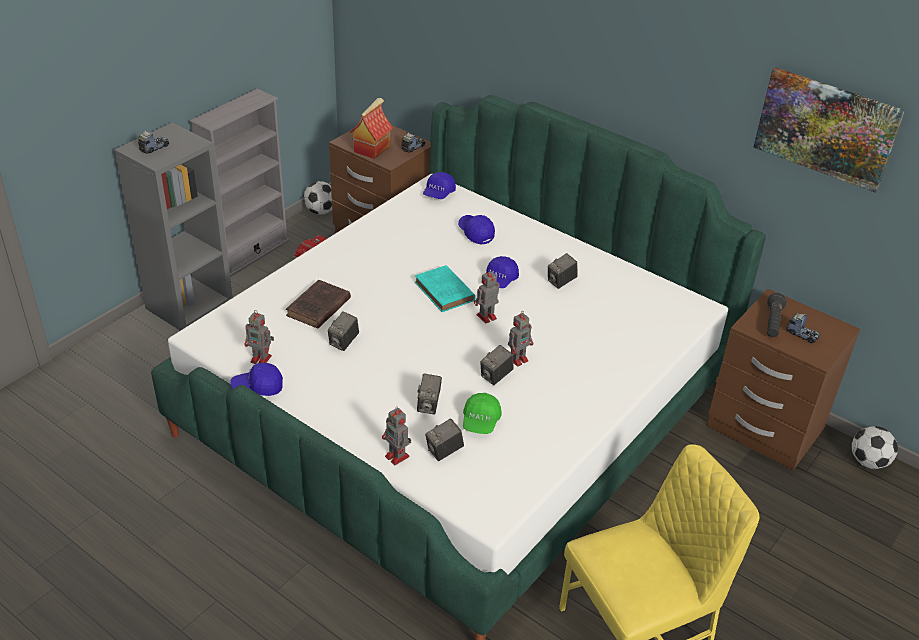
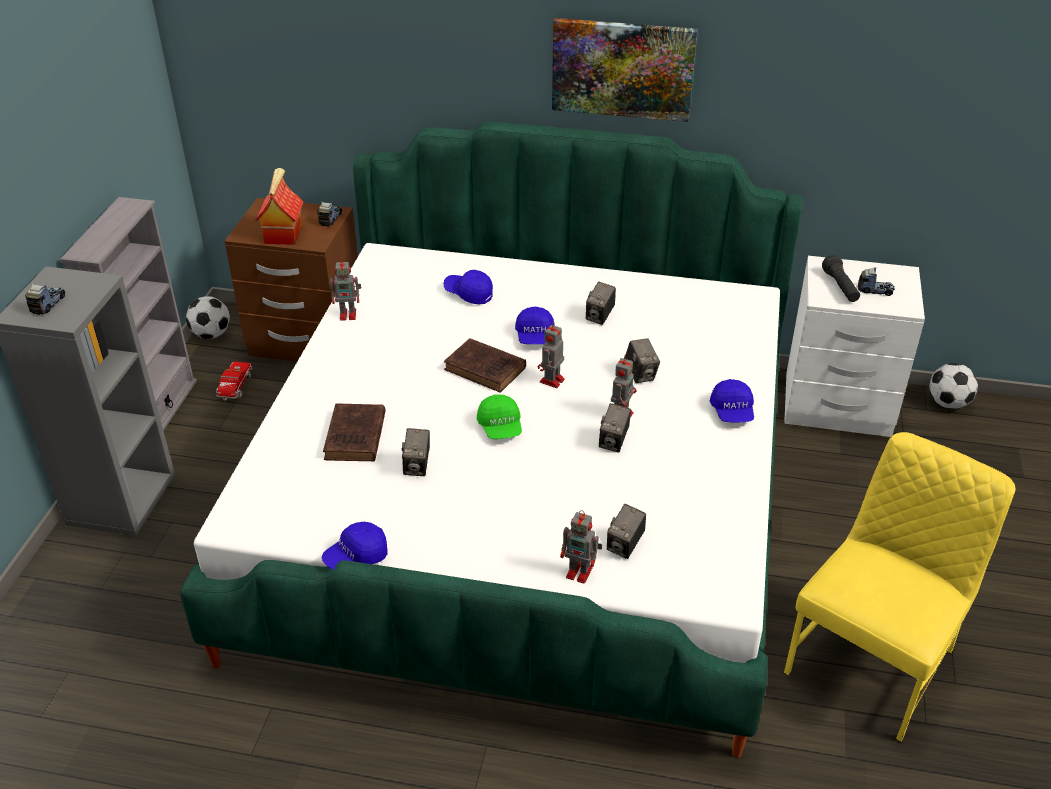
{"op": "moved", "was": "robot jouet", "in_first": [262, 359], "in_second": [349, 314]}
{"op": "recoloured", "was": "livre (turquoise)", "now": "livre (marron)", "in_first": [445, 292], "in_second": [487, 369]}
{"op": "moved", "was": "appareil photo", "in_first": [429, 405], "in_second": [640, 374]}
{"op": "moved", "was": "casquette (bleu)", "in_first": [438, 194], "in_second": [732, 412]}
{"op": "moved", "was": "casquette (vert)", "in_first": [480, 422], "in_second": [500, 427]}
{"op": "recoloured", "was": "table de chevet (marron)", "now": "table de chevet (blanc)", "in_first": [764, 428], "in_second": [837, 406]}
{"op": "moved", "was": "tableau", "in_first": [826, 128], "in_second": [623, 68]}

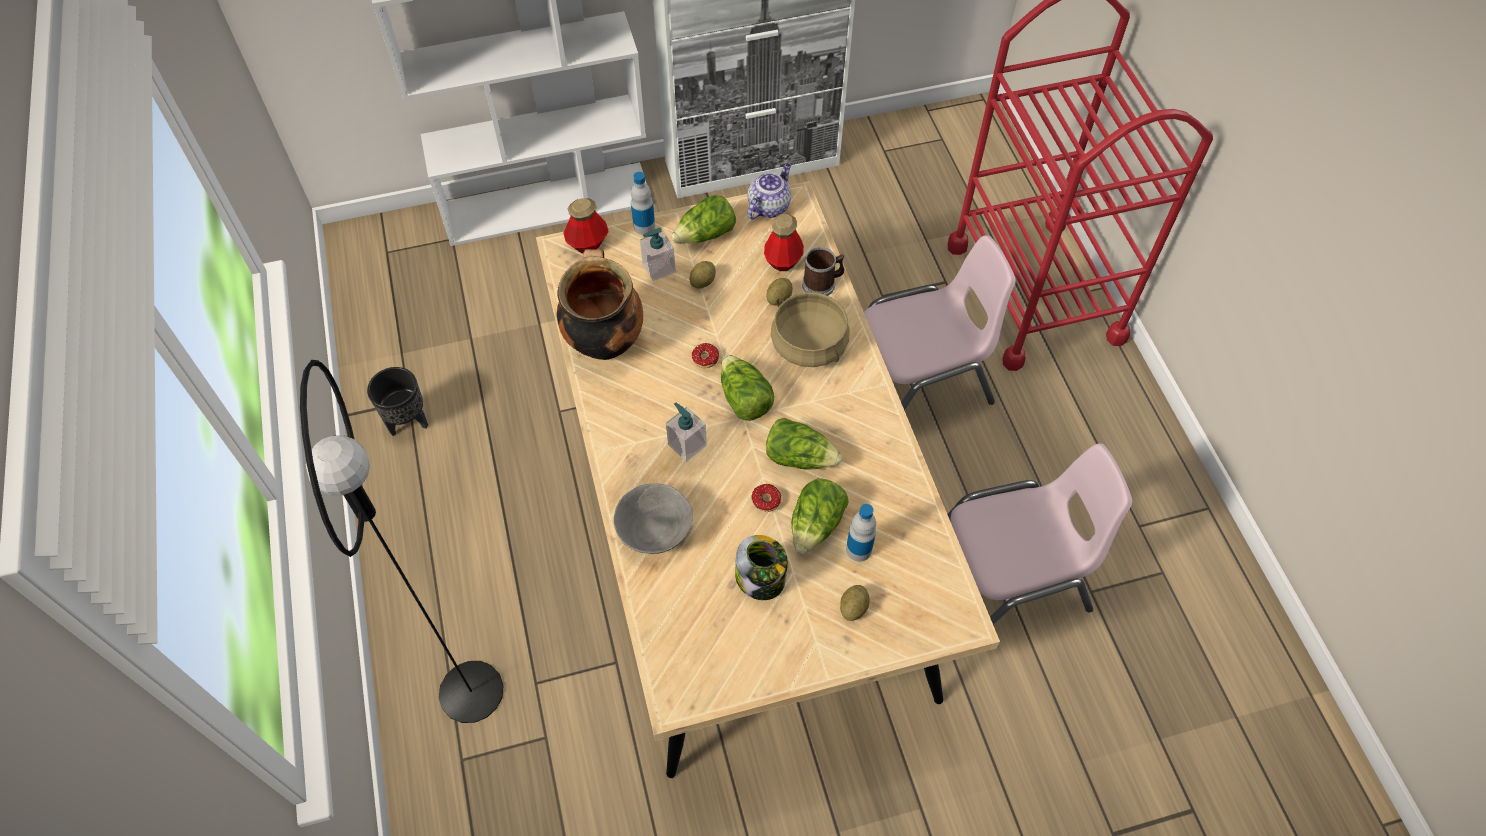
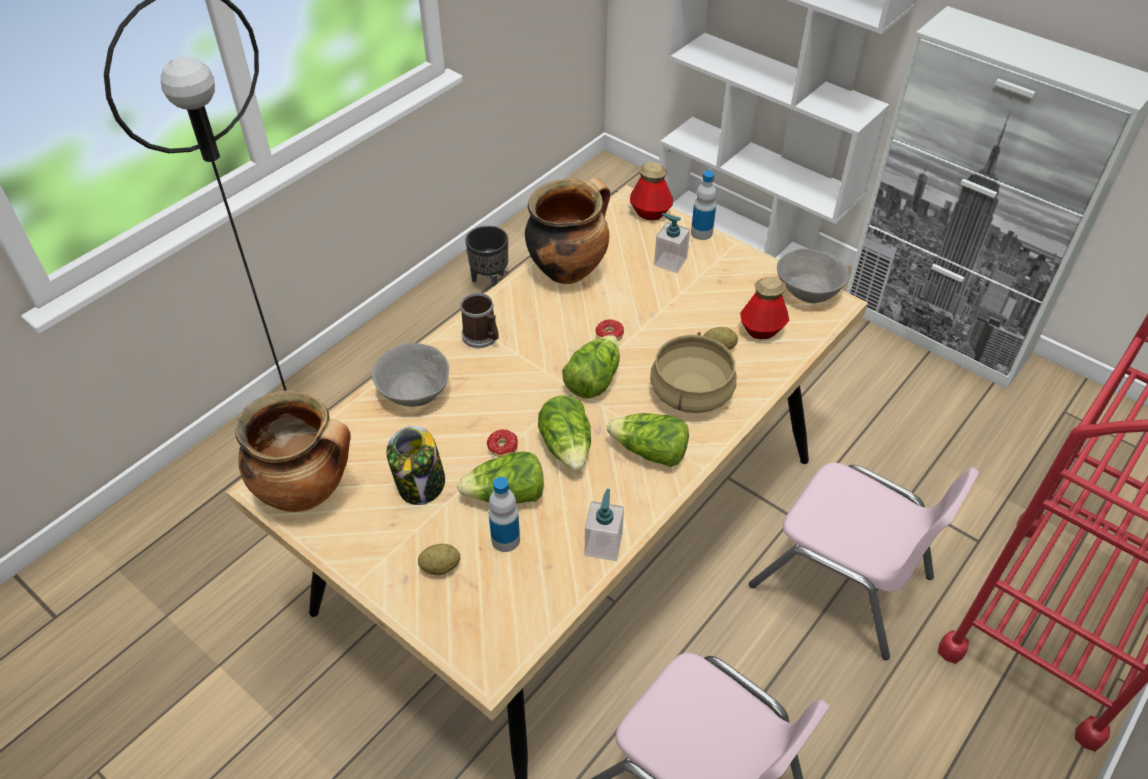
{"op": "moved", "was": "distributeur de savon", "in_first": [687, 445], "in_second": [603, 544]}
{"op": "moved", "was": "laitue", "in_first": [705, 235], "in_second": [650, 452]}
{"op": "removed", "was": "pomme de terre", "in_first": [702, 282]}
{"op": "replaced", "was": "théière", "now": "bol (gris)", "in_first": [769, 206], "in_second": [808, 291]}
{"op": "moved", "was": "mug", "in_first": [822, 284], "in_second": [482, 337]}
{"op": "added", "now": "marmite", "in_second": [307, 491]}

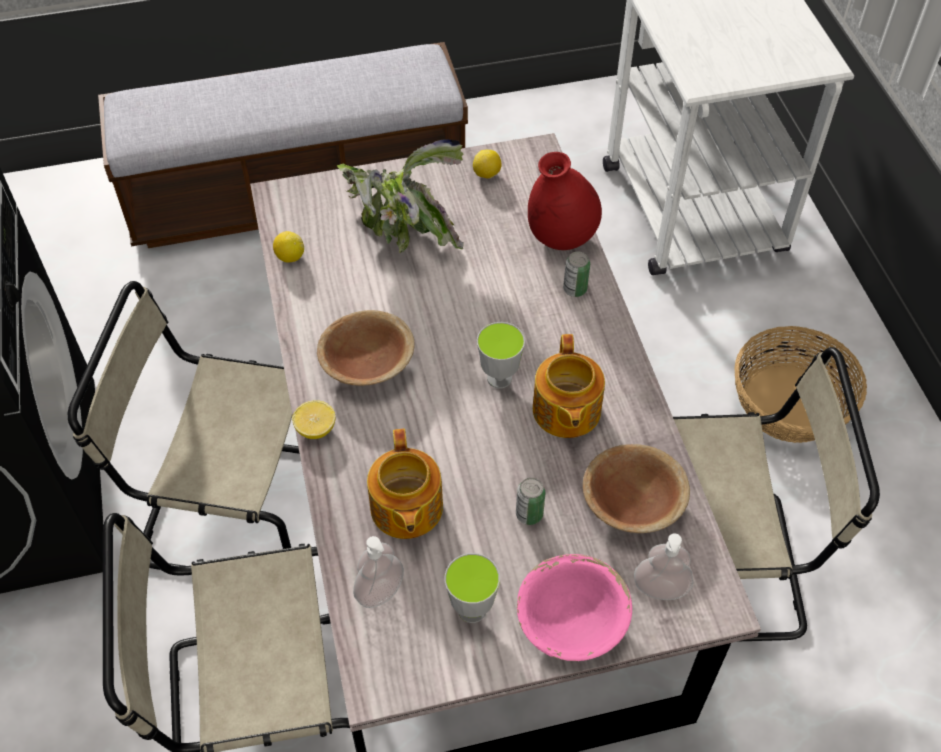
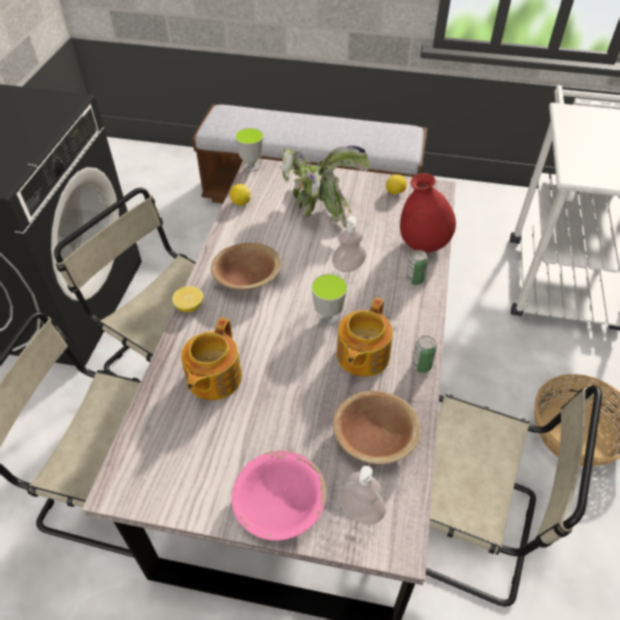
{"op": "moved", "was": "distributeur de savon", "in_first": [380, 590], "in_second": [348, 266]}
{"op": "moved", "was": "tasse", "in_first": [472, 609], "in_second": [251, 167]}
{"op": "moved", "was": "boîte métallique", "in_first": [529, 514], "in_second": [421, 366]}

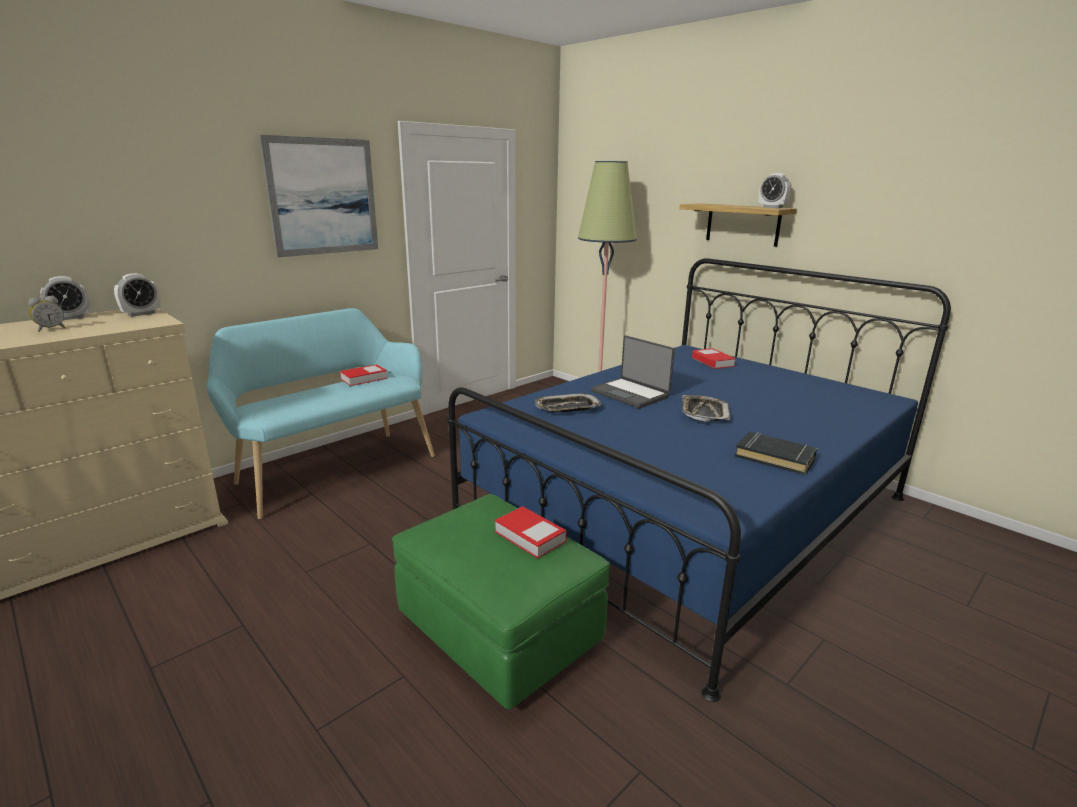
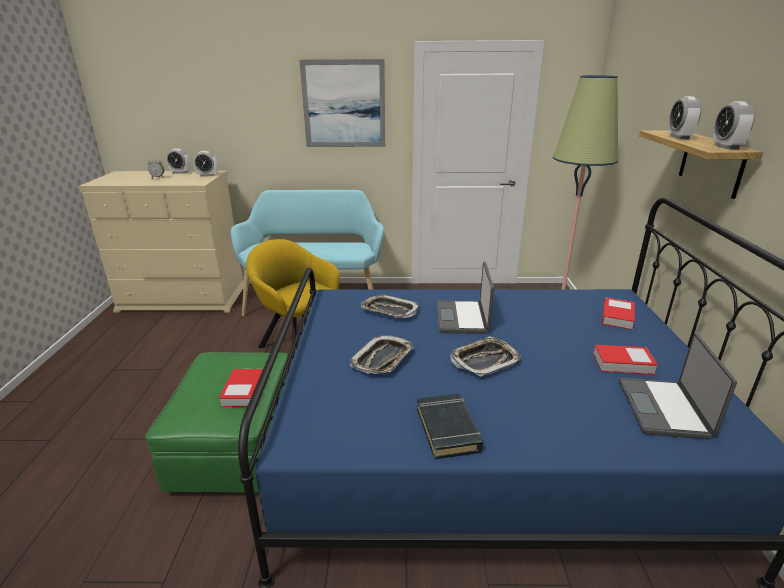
{"op": "moved", "was": "livre", "in_first": [364, 378], "in_second": [623, 363]}
{"op": "added", "now": "fauteuil (jaune)", "in_second": [298, 342]}
{"op": "added", "now": "plateau", "in_second": [382, 359]}
{"op": "added", "now": "ordinateur portable", "in_second": [665, 409]}
{"op": "added", "now": "réveil", "in_second": [679, 137]}

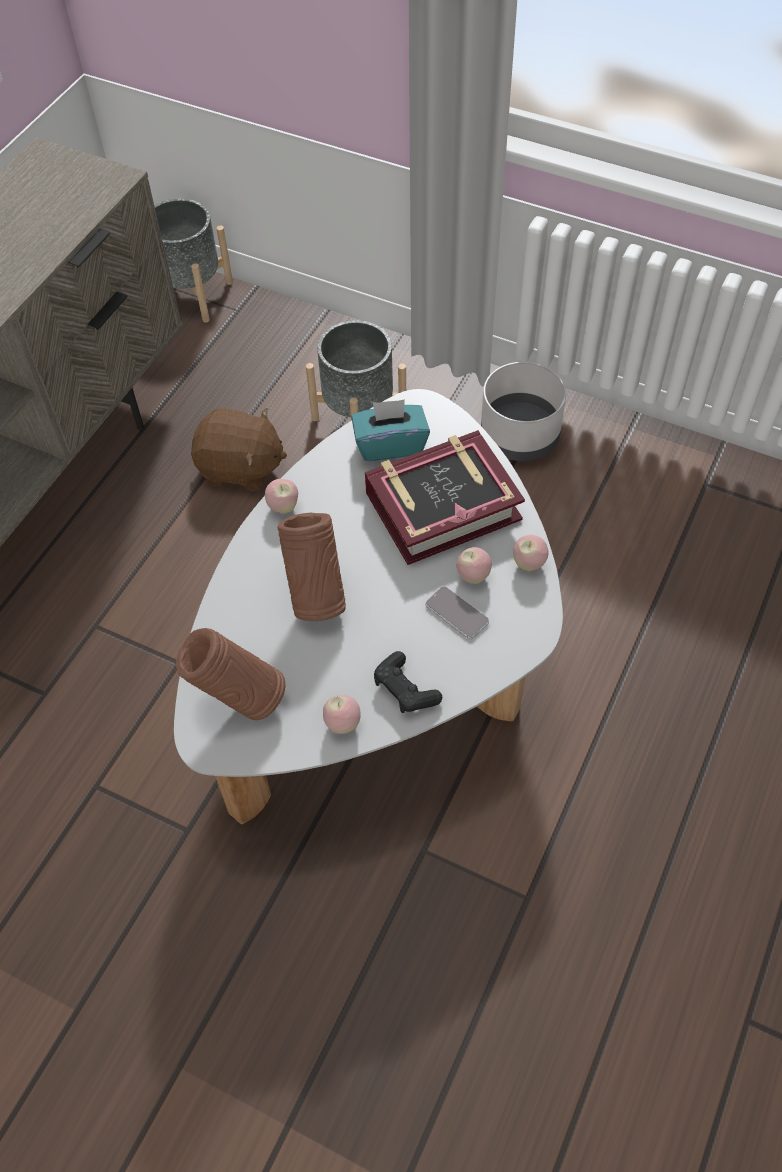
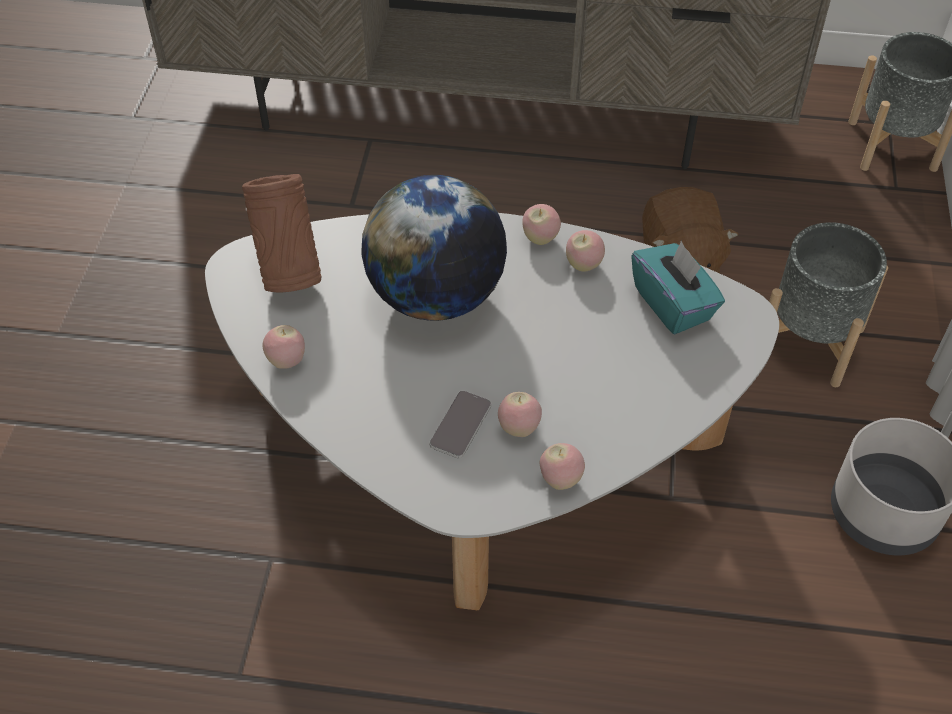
{"op": "replaced", "was": "vase (marron)", "now": "globe", "in_first": [316, 596], "in_second": [436, 297]}
{"op": "removed", "was": "livre", "in_first": [442, 505]}
{"op": "removed", "was": "manette (noir)", "in_first": [405, 689]}
{"op": "added", "now": "pomme", "in_second": [583, 265]}

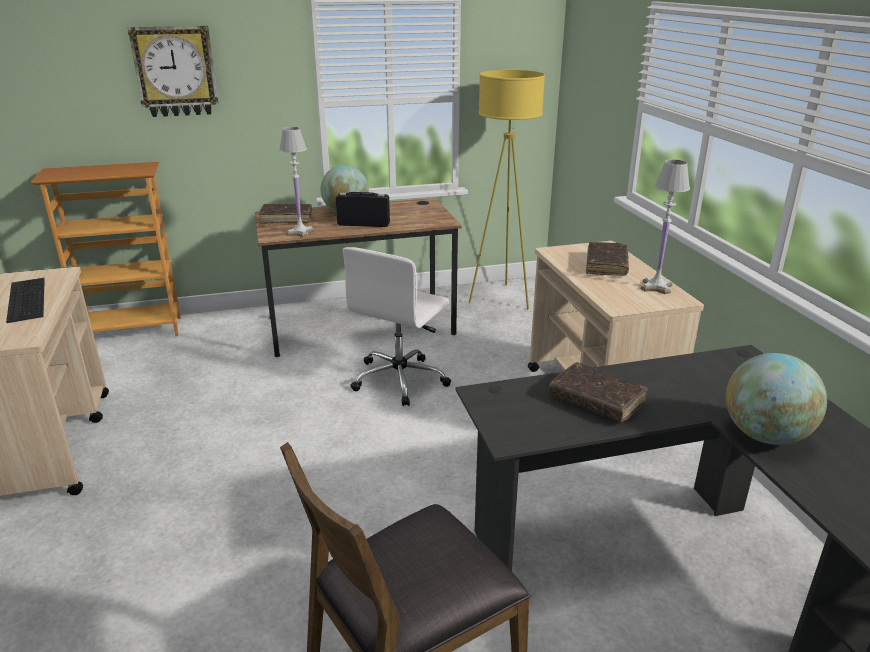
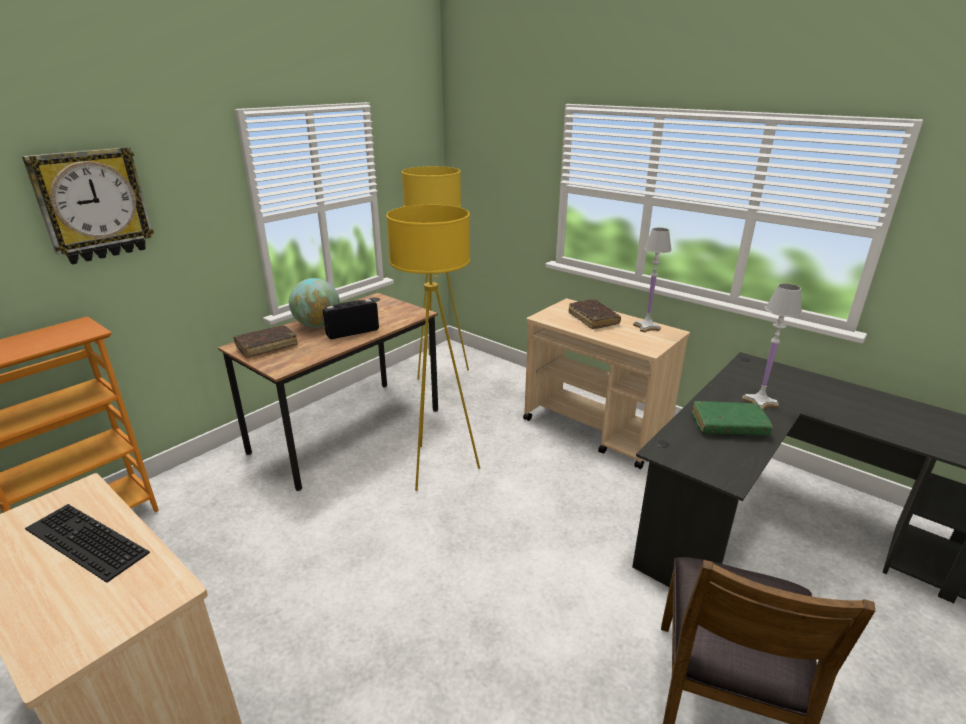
{"op": "moved", "was": "lampe de table (blanc)", "in_first": [300, 232], "in_second": [760, 402]}
{"op": "replaced", "was": "chaise de bureau (blanc)", "now": "lampadaire (jaune)", "in_first": [400, 379], "in_second": [438, 466]}
{"op": "recoloured", "was": "livre (marron)", "now": "livre (vert)", "in_first": [596, 400], "in_second": [729, 425]}
{"op": "removed", "was": "globe", "in_first": [765, 435]}

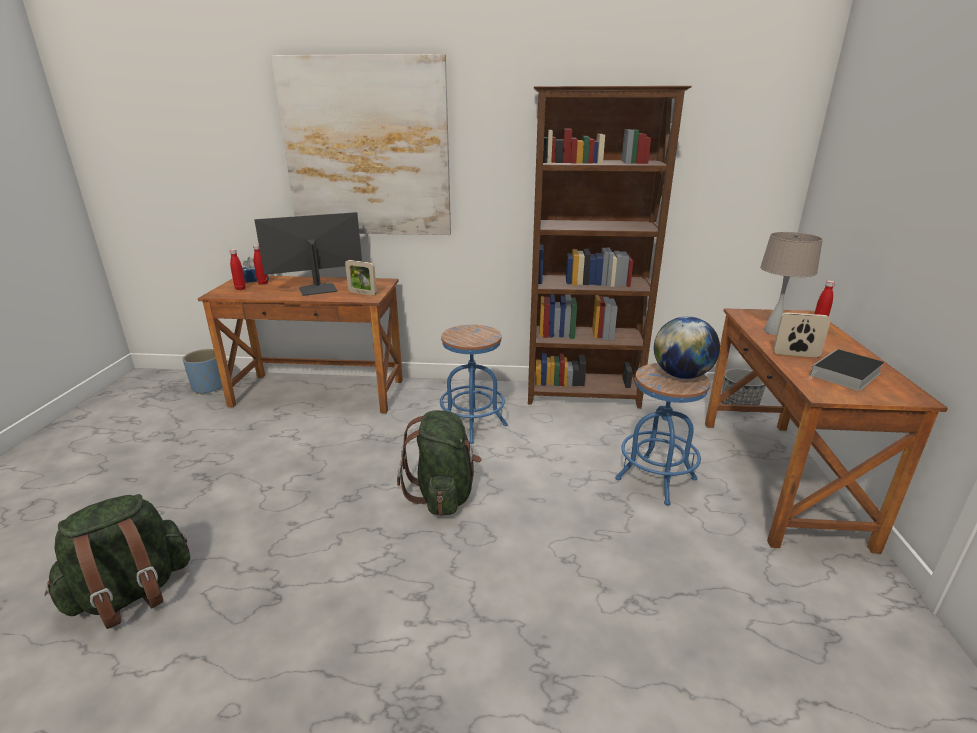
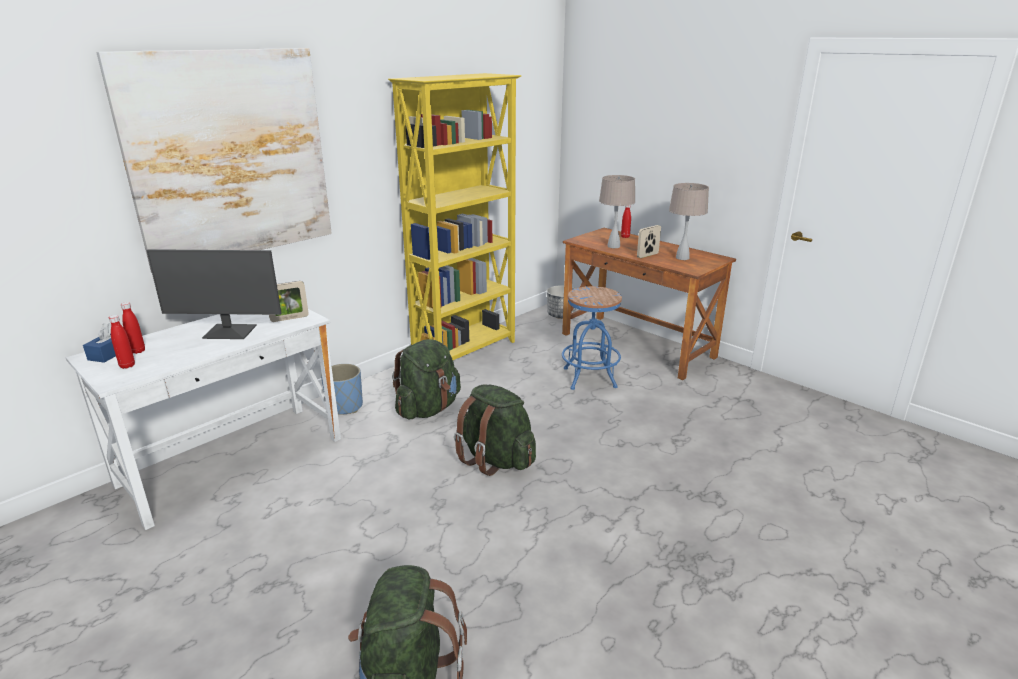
{"op": "moved", "was": "cache-pot (bleu)", "in_first": [209, 387], "in_second": [345, 406]}
{"op": "recoloured", "was": "bureau (marron)", "now": "bureau (blanc)", "in_first": [319, 393], "in_second": [233, 461]}
{"op": "turned", "was": "écran d'ordinateur", "in_first": [317, 289], "in_second": [229, 332], "clockwise": -105}
{"op": "replaced", "was": "tabouret (bleu)", "now": "sac à dos (vert)", "in_first": [472, 425], "in_second": [428, 409]}
{"op": "recoloured", "was": "bibliothèque (marron)", "now": "bibliothèque (jaune)", "in_first": [583, 396], "in_second": [466, 351]}
{"op": "removed", "was": "globe", "in_first": [681, 375]}
{"op": "replaced", "was": "livre", "now": "lampe de table (beige)", "in_first": [845, 374], "in_second": [682, 258]}

